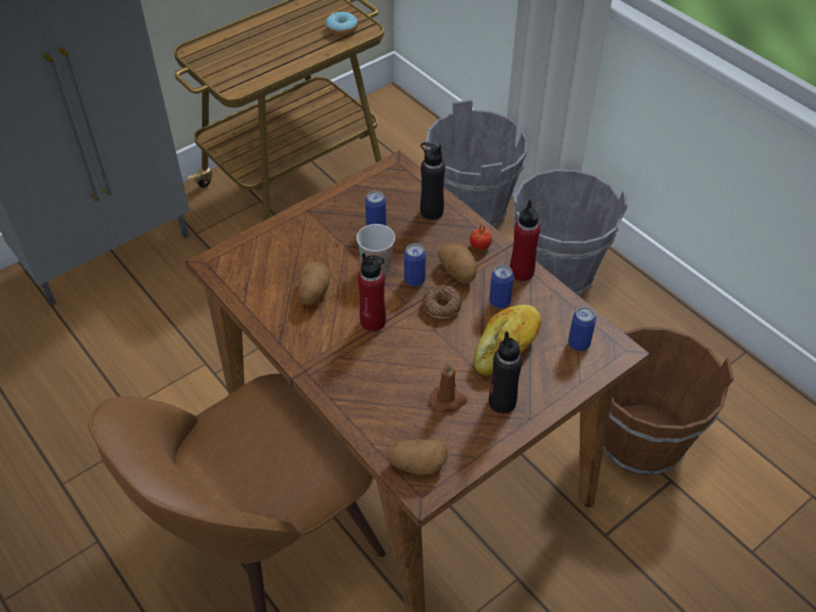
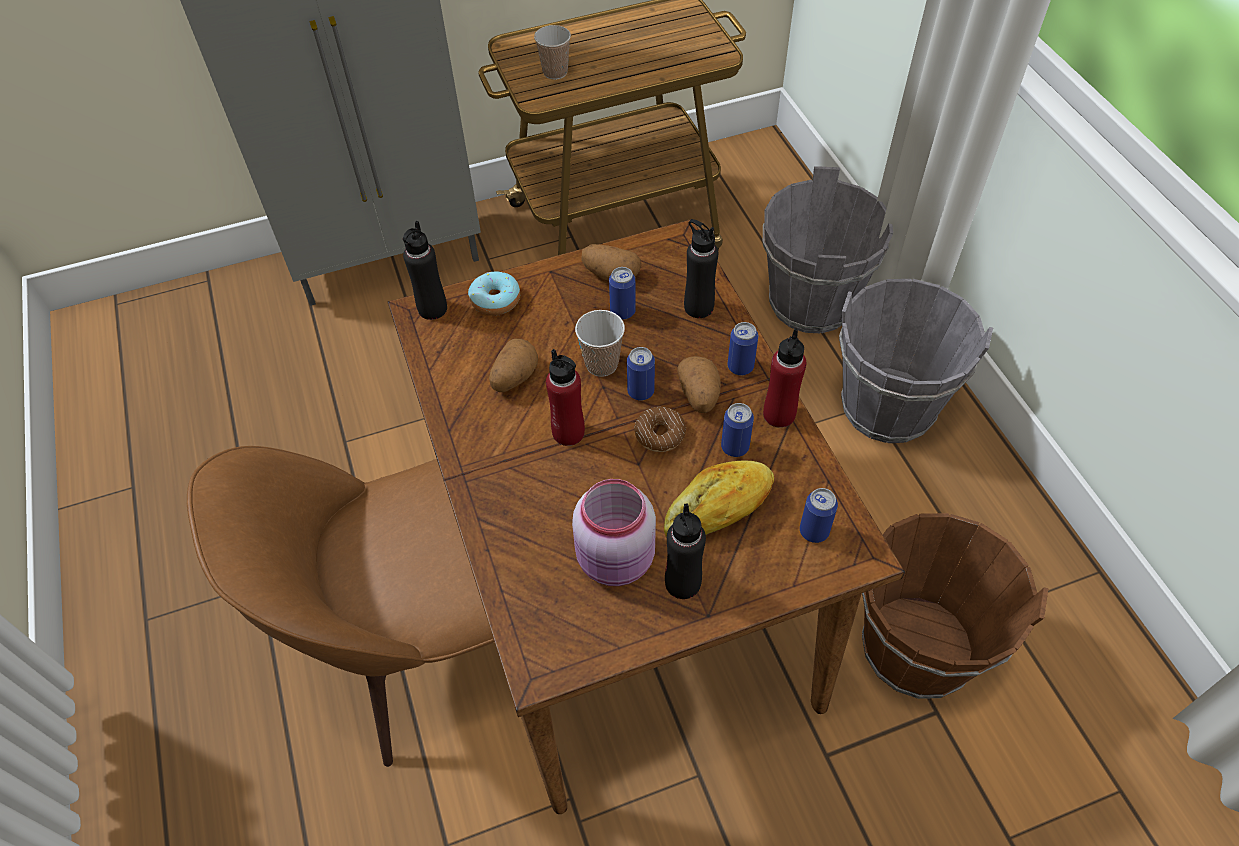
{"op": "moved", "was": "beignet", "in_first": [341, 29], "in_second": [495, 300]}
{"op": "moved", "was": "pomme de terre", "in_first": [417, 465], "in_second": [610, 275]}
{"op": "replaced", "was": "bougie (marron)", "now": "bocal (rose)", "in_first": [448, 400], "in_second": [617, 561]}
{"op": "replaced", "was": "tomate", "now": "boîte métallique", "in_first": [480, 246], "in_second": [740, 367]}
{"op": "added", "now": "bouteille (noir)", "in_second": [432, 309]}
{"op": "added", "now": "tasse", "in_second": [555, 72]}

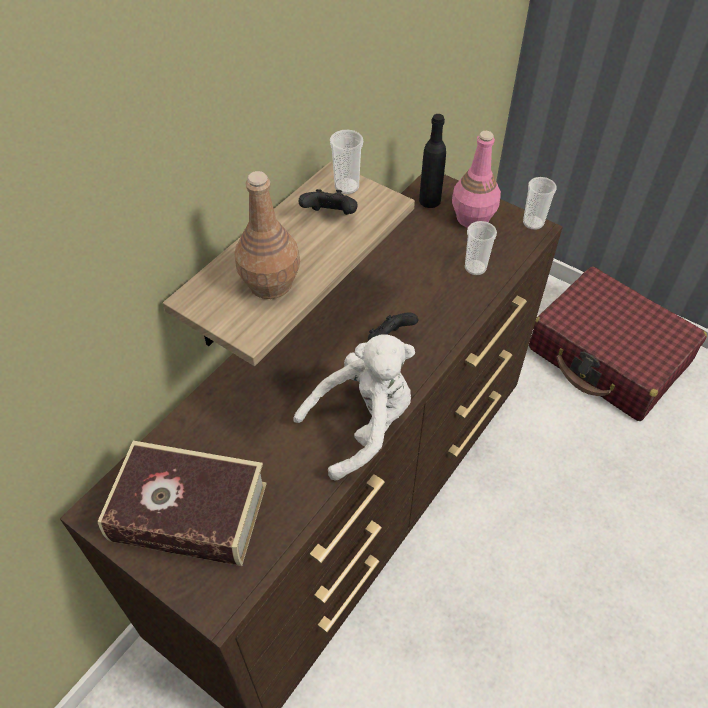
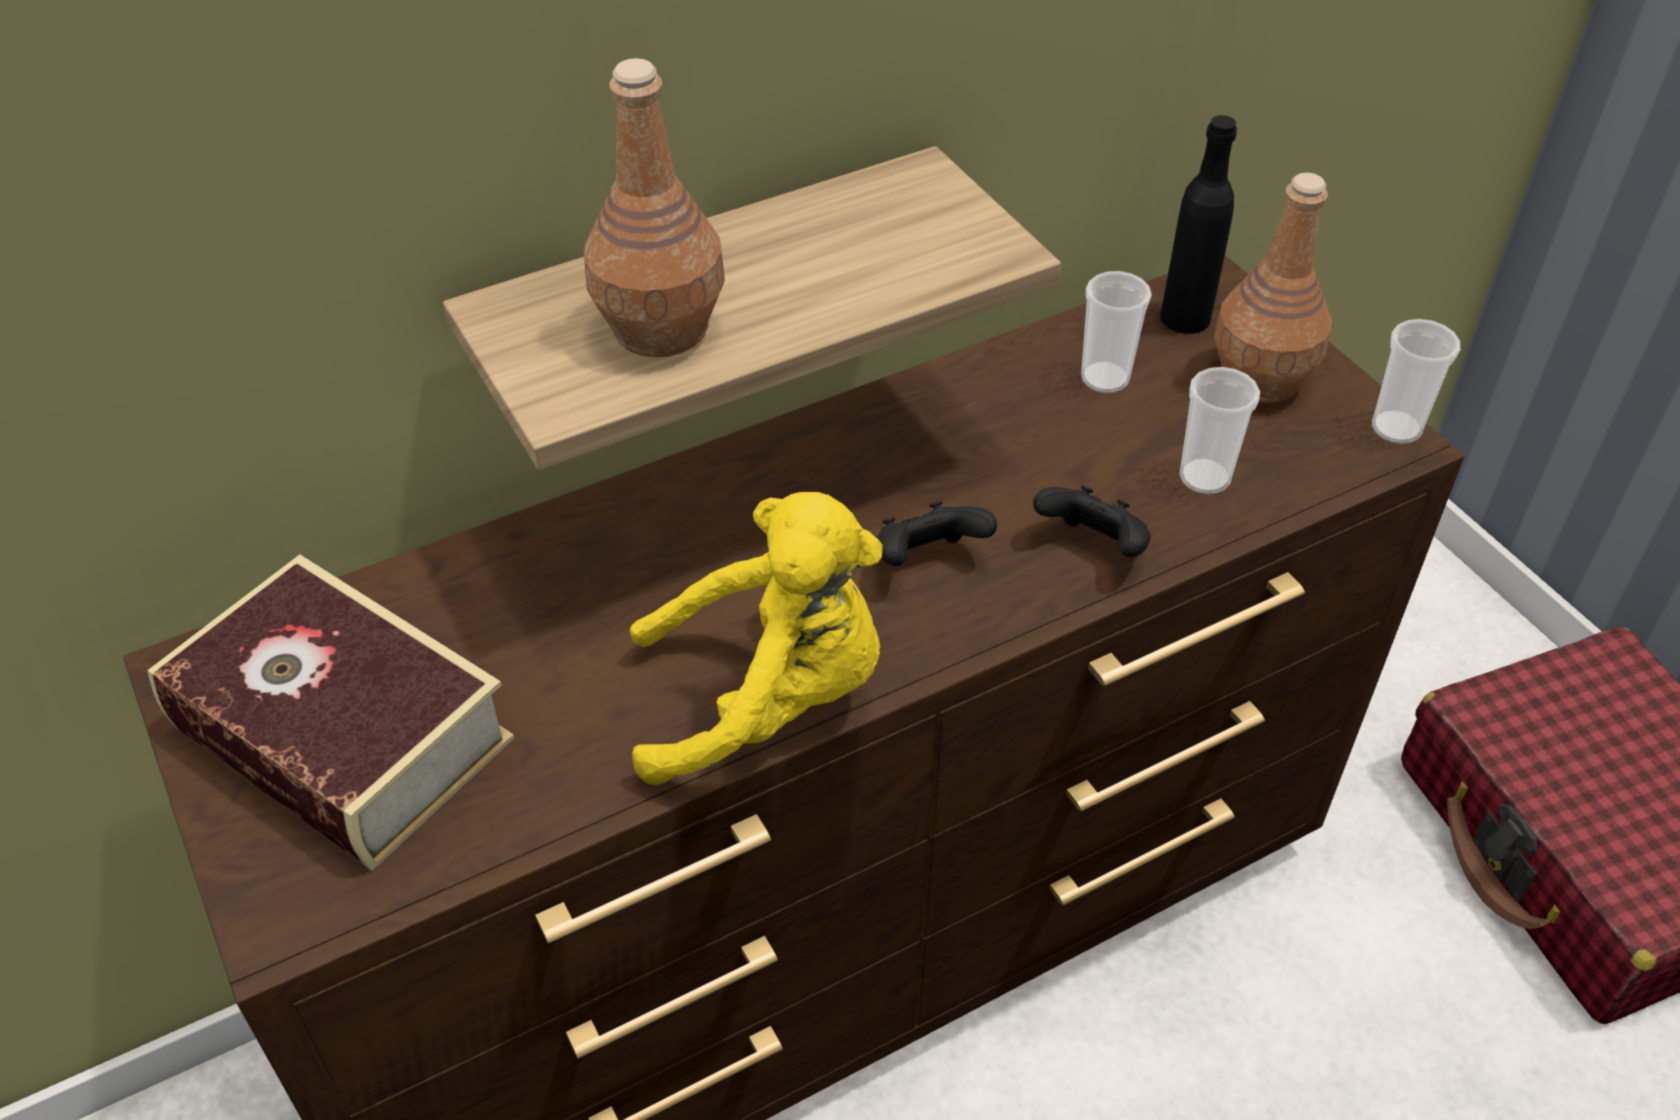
{"op": "recoloured", "was": "peluche (blanc)", "now": "peluche (jaune)", "in_first": [362, 425], "in_second": [769, 700]}
{"op": "moved", "was": "manette (noir)", "in_first": [330, 216], "in_second": [1093, 547]}
{"op": "moved", "was": "tasse", "in_first": [346, 186], "in_second": [1105, 378]}
{"op": "recoloured", "was": "bouteille (rose)", "now": "bouteille (marron)", "in_first": [472, 218], "in_second": [1259, 379]}

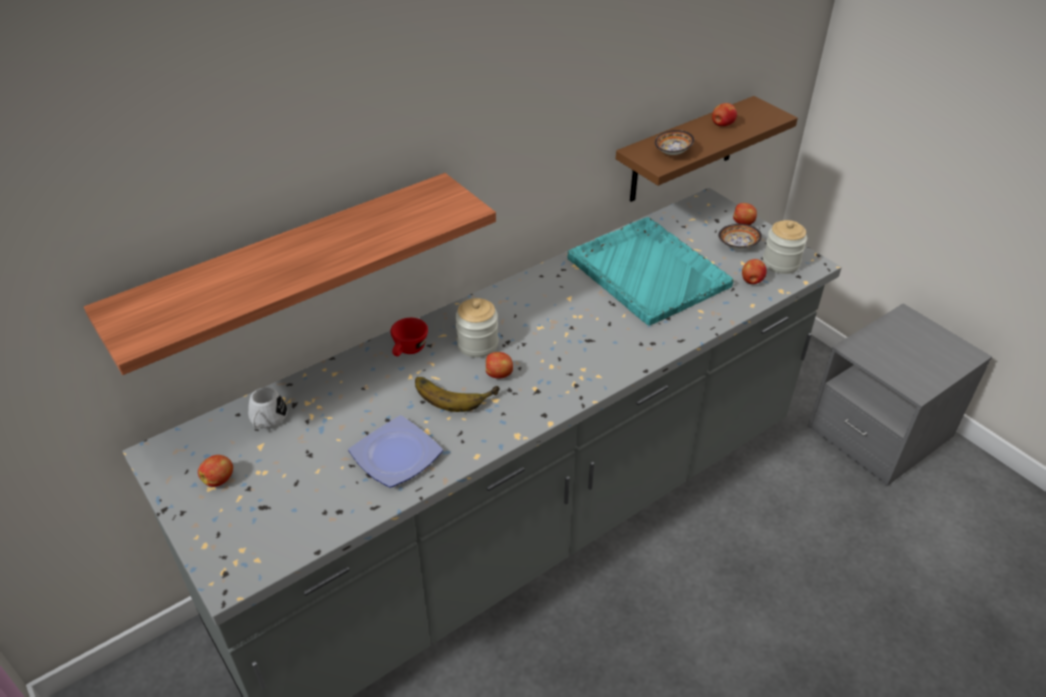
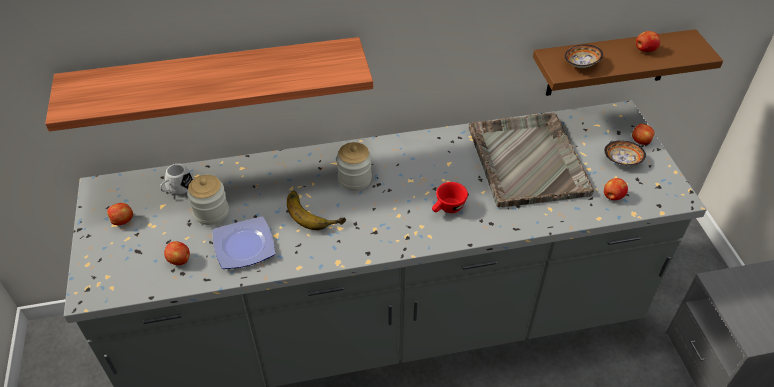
{"op": "moved", "was": "tasse (rouge)", "in_first": [408, 350], "in_second": [447, 209]}
{"op": "moved", "was": "pomme", "in_first": [499, 374], "in_second": [180, 260]}
{"op": "recoloured", "was": "plateau (turquoise)", "now": "plateau (gris)", "in_first": [647, 271], "in_second": [527, 160]}
{"op": "moved", "was": "bocal", "in_first": [780, 263], "in_second": [211, 212]}

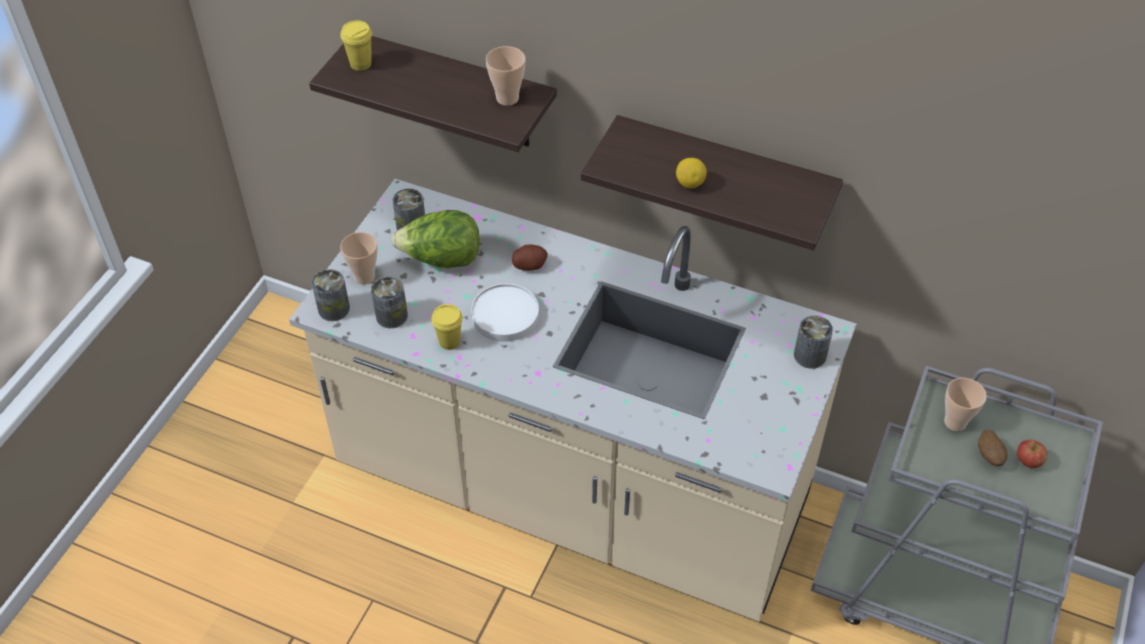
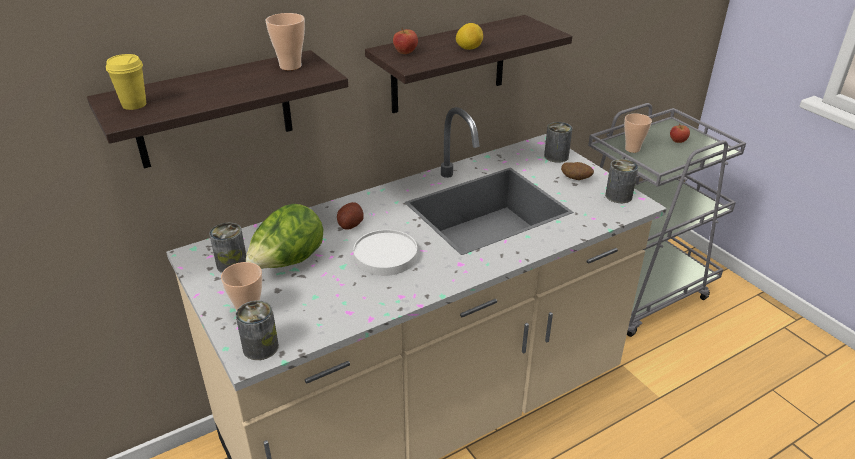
{"op": "moved", "was": "boîte métallique", "in_first": [391, 316], "in_second": [618, 196]}
{"op": "removed", "was": "tasse (jaune)", "in_first": [449, 342]}
{"op": "moved", "was": "pomme de terre", "in_first": [989, 456], "in_second": [576, 179]}
{"op": "added", "now": "pomme", "in_second": [405, 52]}

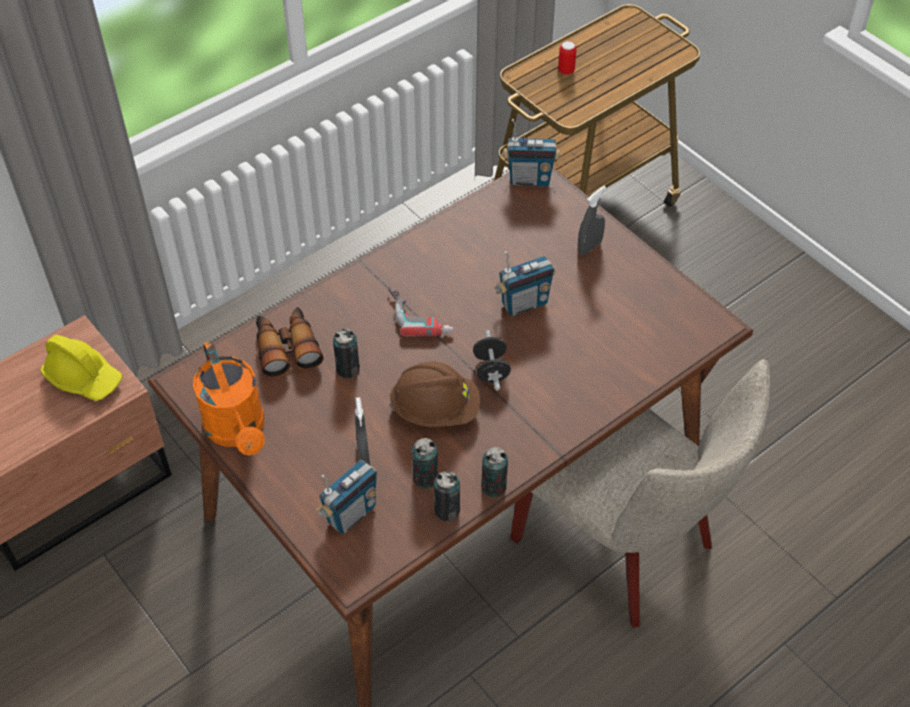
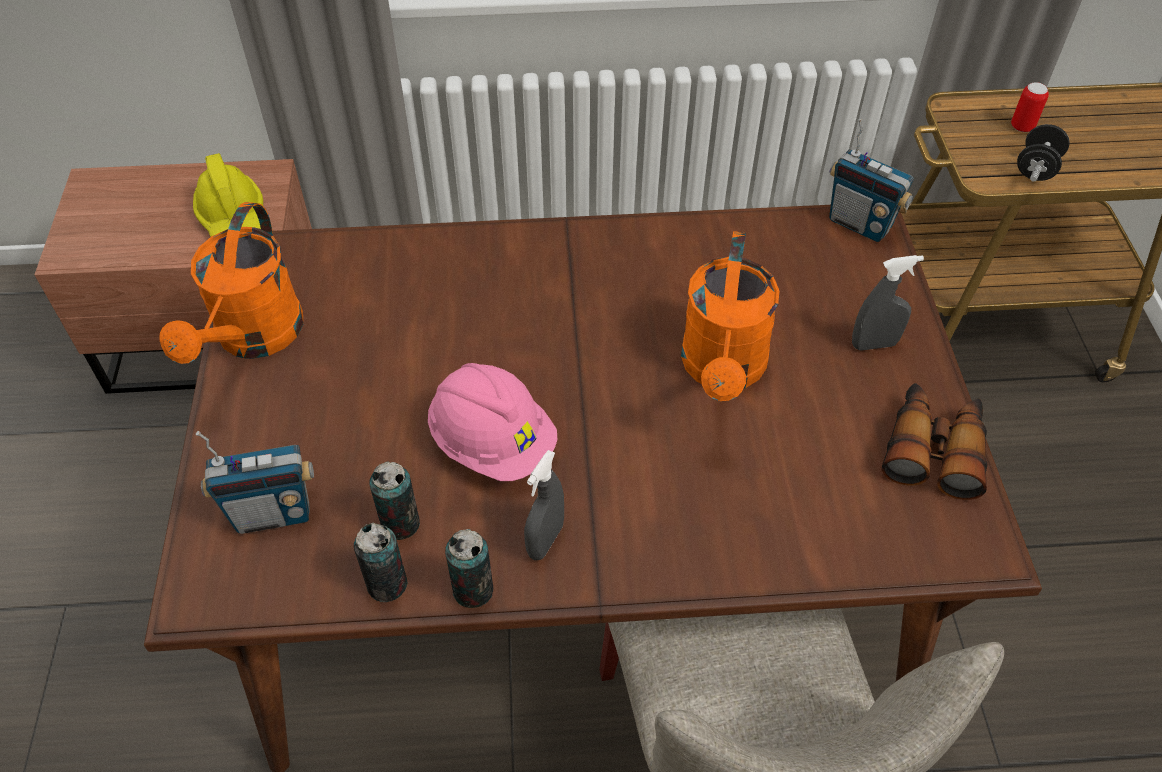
{"op": "moved", "was": "jumelles", "in_first": [286, 347], "in_second": [933, 448]}
{"op": "removed", "was": "boîte métallique", "in_first": [348, 369]}
{"op": "moved", "was": "vaporisateur (gris)", "in_first": [363, 456], "in_second": [545, 540]}
{"op": "removed", "was": "perceuse", "in_first": [421, 314]}
{"op": "recoloured", "was": "casque de chantier (marron)", "now": "casque de chantier (rose)", "in_first": [435, 410], "in_second": [492, 443]}
{"op": "moved", "was": "haltère (noir)", "in_first": [491, 370], "in_second": [1036, 168]}
{"op": "replaced", "was": "radio", "now": "arrosoir (orange)", "in_first": [524, 303], "in_second": [723, 371]}

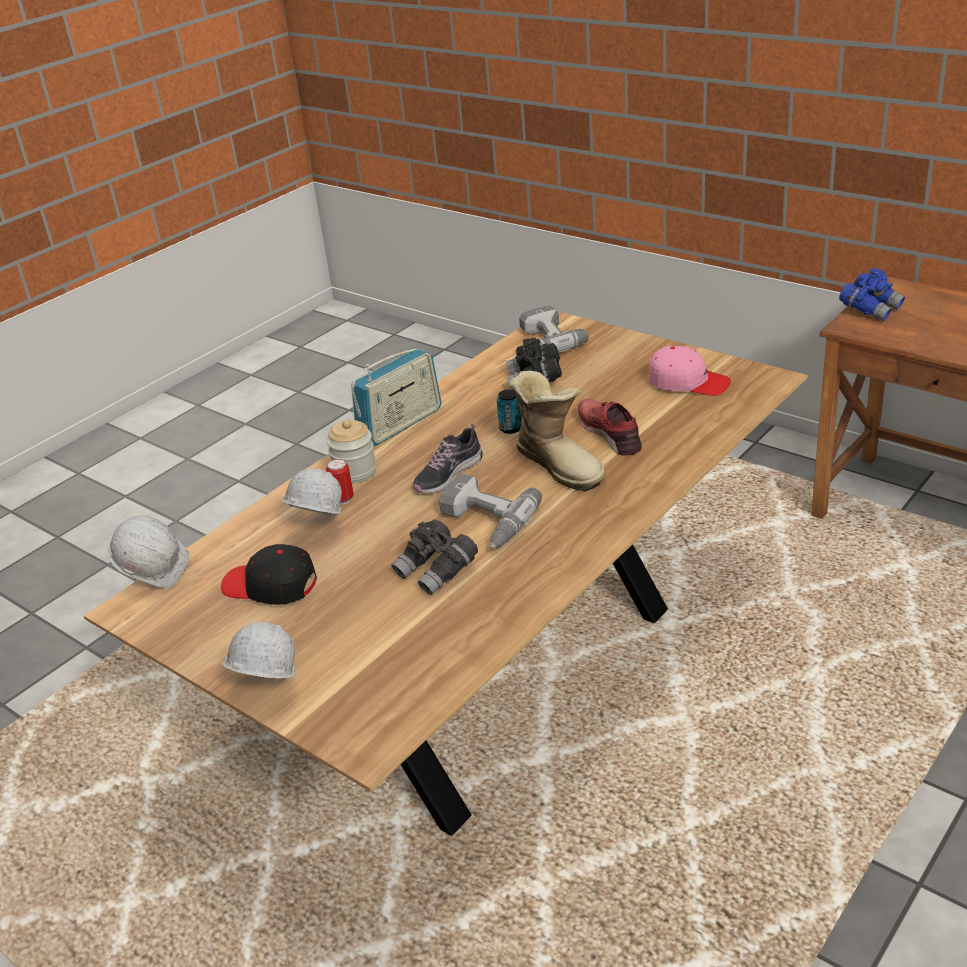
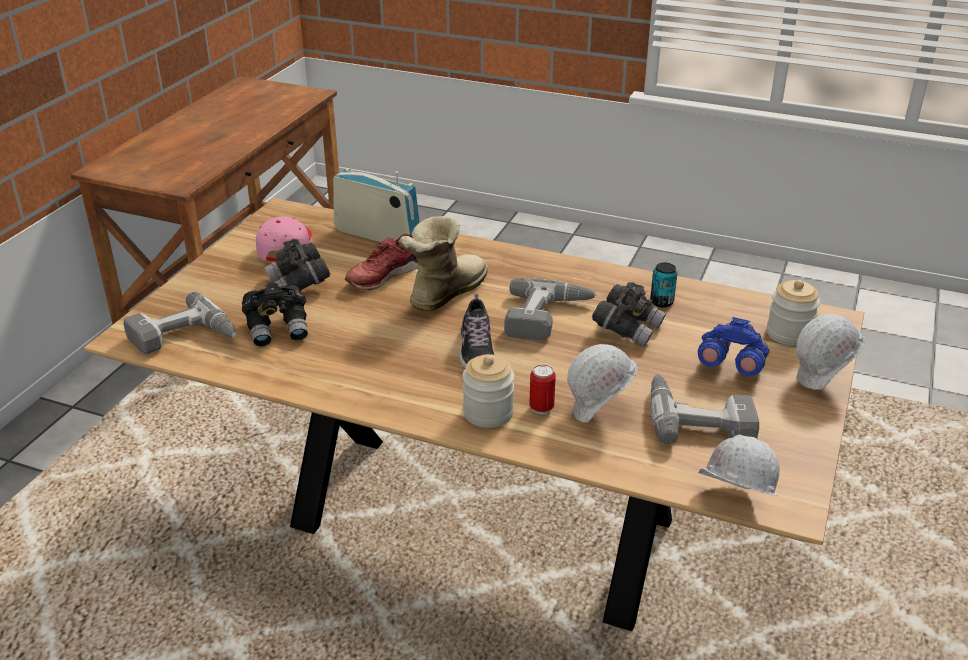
{"op": "replaced", "was": "casquette (noir)", "now": "perceuse", "in_first": [270, 586], "in_second": [698, 417]}
{"op": "moved", "was": "radio", "in_first": [400, 424], "in_second": [377, 235]}
{"op": "turned", "was": "chaussure", "in_first": [447, 475], "in_second": [477, 351], "clockwise": 60}
{"op": "moved", "was": "boîte métallique", "in_first": [510, 428], "in_second": [661, 302]}
{"op": "moved", "was": "jumelles (bleu)", "in_first": [870, 309], "in_second": [731, 366]}
{"op": "added", "now": "jumelles (gris)", "in_second": [299, 284]}
{"op": "added", "now": "bocal", "in_second": [789, 334]}

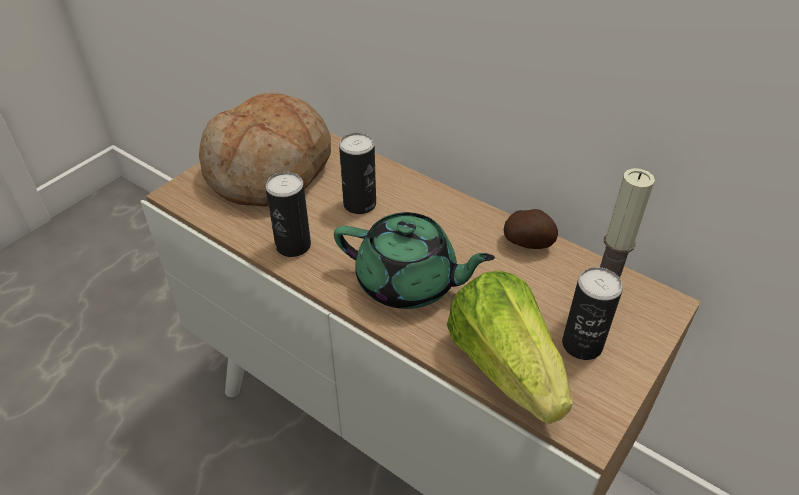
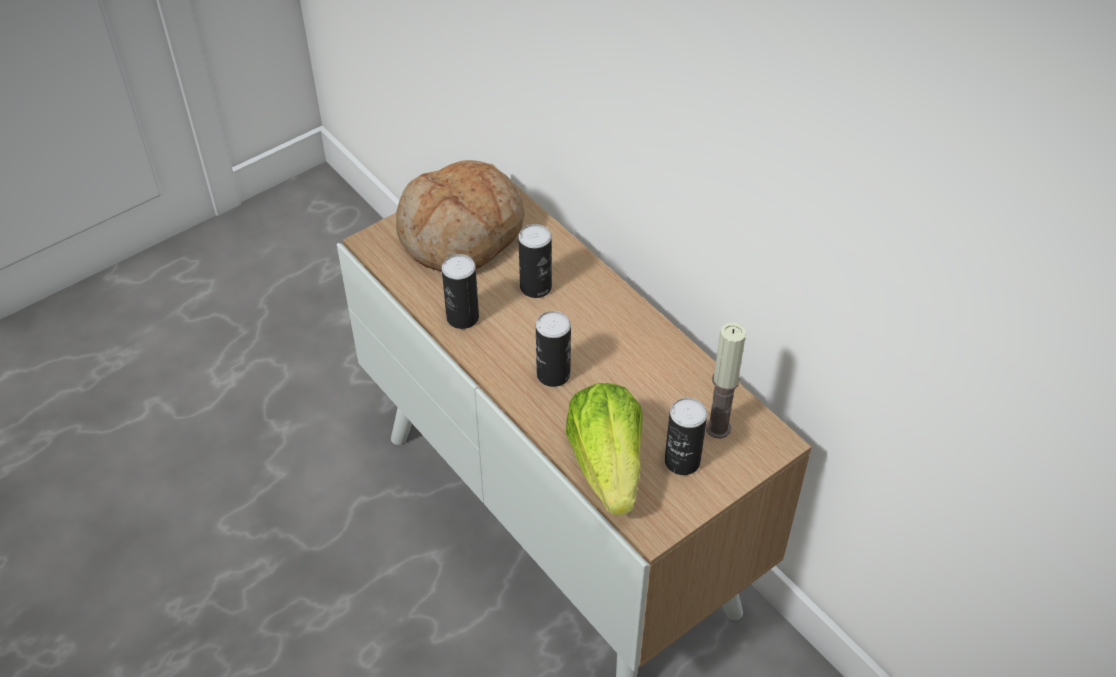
{"op": "replaced", "was": "théière (vert)", "now": "boîte métallique", "in_first": [408, 283], "in_second": [553, 374]}
{"op": "removed", "was": "pomme de terre", "in_first": [528, 243]}

